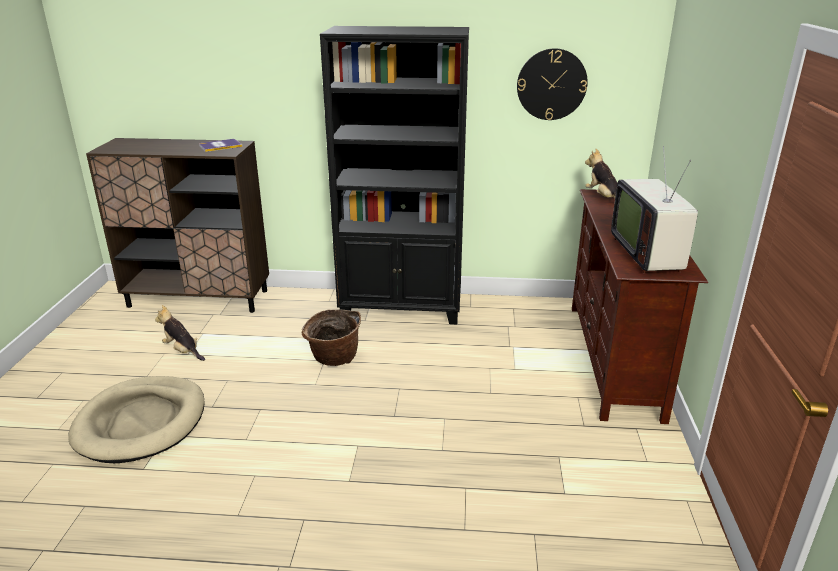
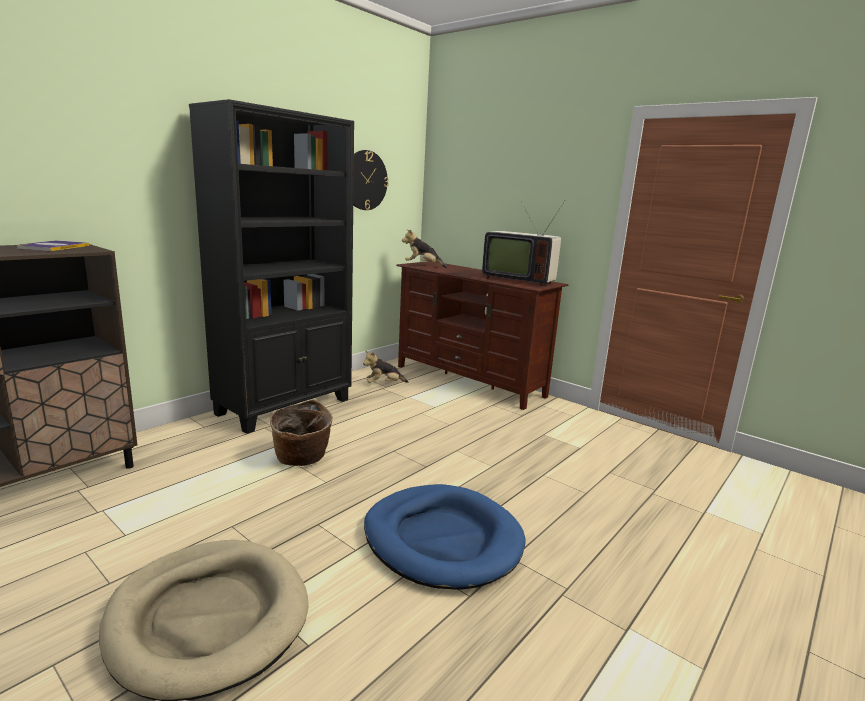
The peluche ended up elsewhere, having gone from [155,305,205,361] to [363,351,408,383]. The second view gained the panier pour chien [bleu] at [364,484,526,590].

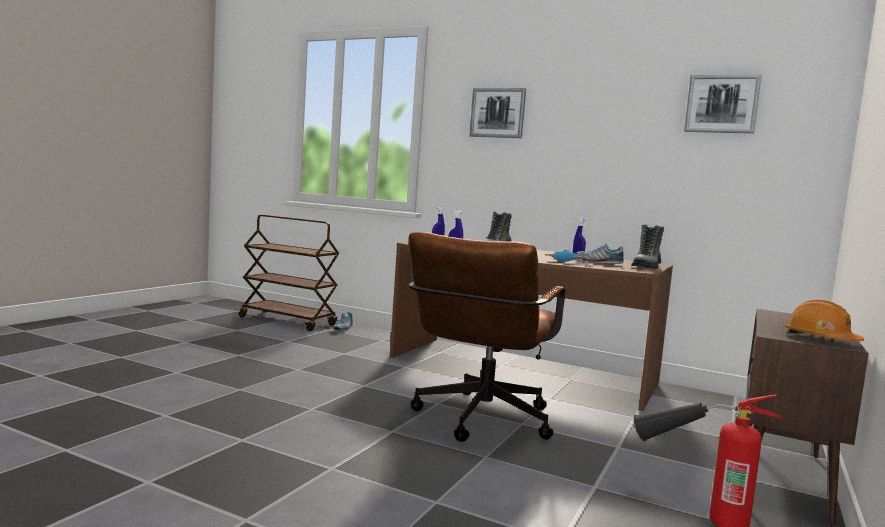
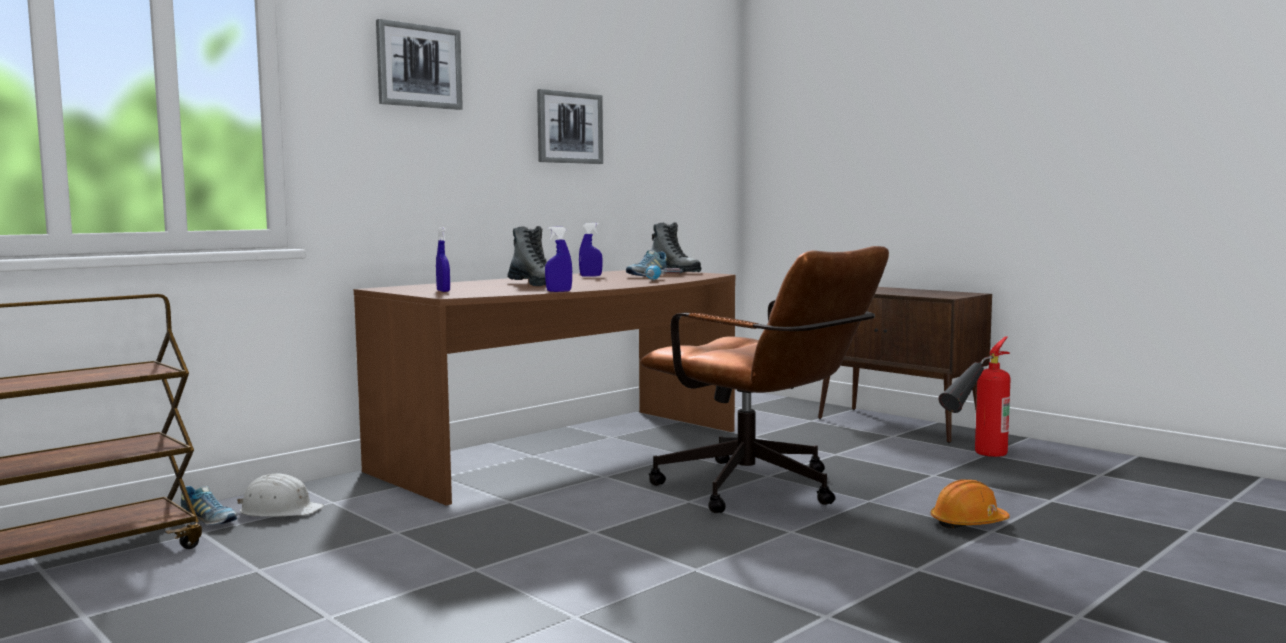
The tableau ended up elsewhere, having gone from [684,74,762,134] to [537,89,603,164]. The casque de chantier [orange] ended up elsewhere, having gone from [784,300,864,341] to [931,479,1010,529]. The second view gained the casque de chantier [blanc] at [237,474,324,517].

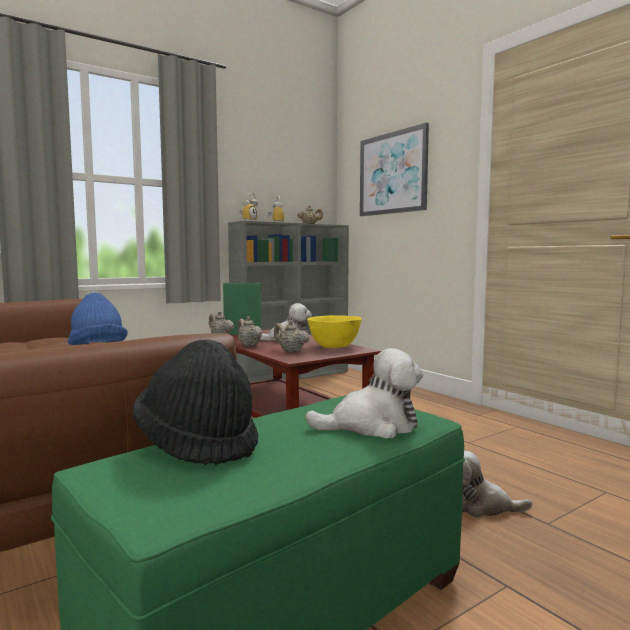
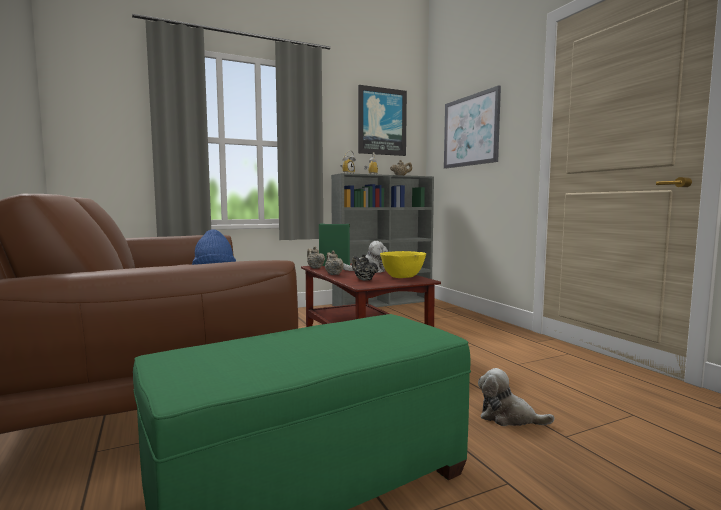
What was the théière [beige] at [274,320,309,353] turned into the théière [noir] at [352,254,378,281]. The second view lost the chapeau [noir] at [133,339,258,465]. The second view lost the peluche at [305,348,423,439]. The second view gained the tableau at [358,85,407,156].

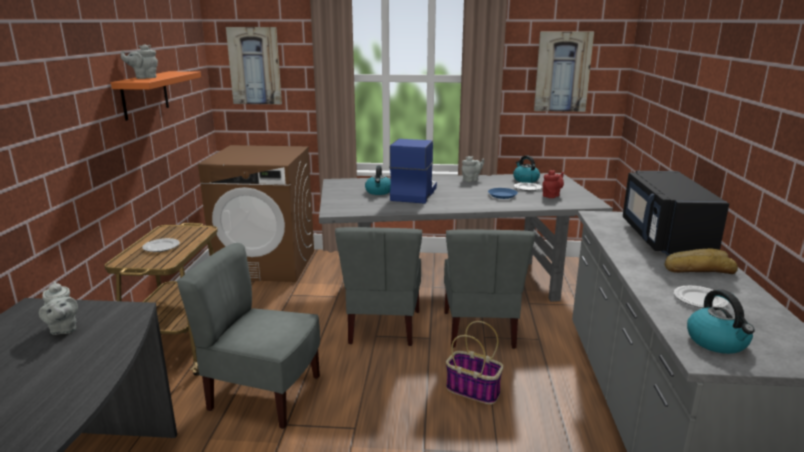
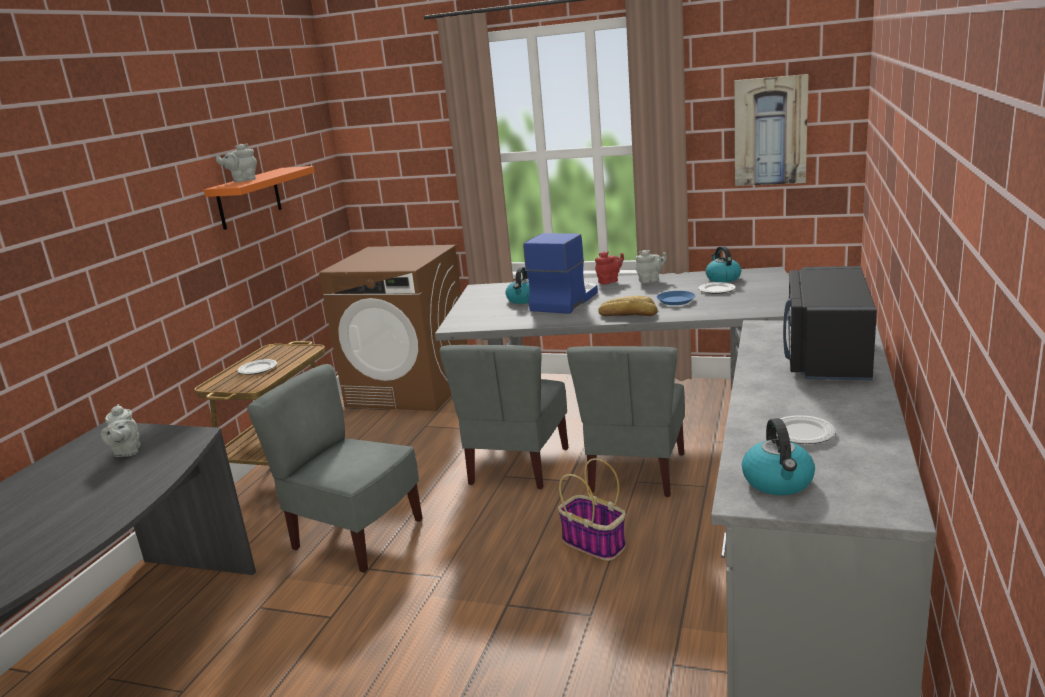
The second view lost the tableau at [226,27,282,104]. The théière [rouge] ended up elsewhere, having gone from [542,170,564,198] to [595,252,624,285]. The pain ended up elsewhere, having gone from [664,248,738,274] to [598,296,658,316].

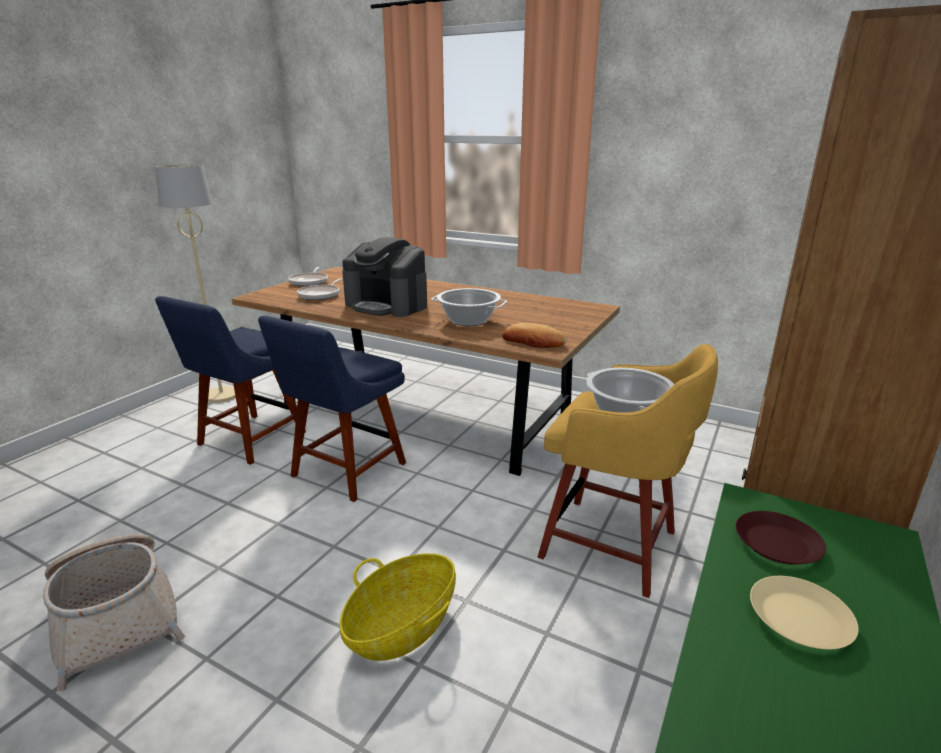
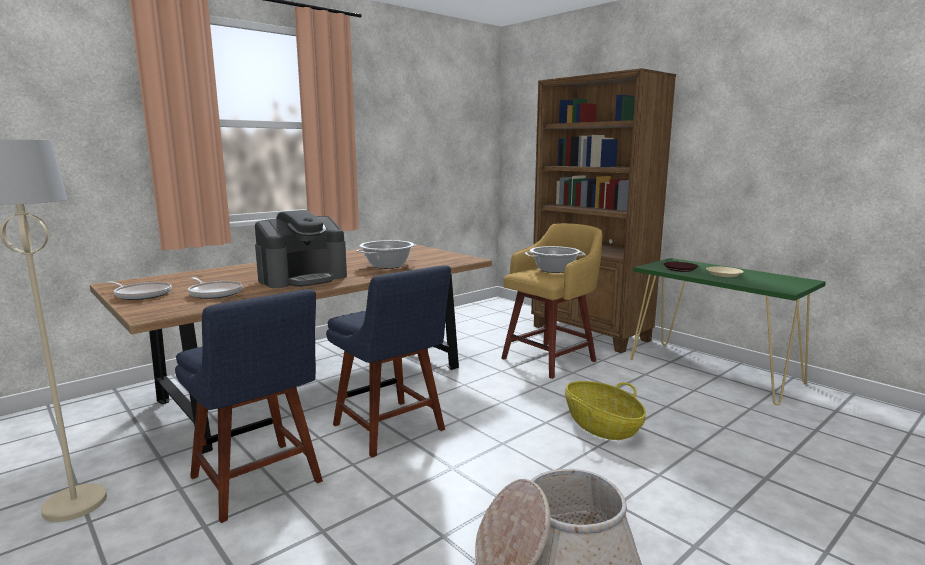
The second view lost the pain at [502,323,567,348].

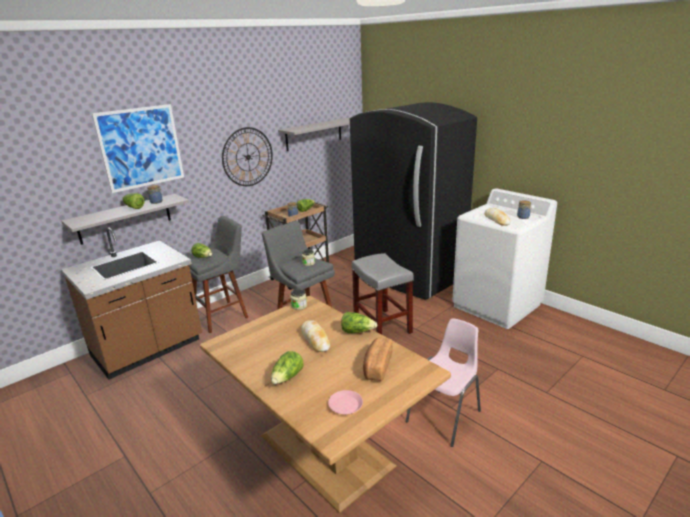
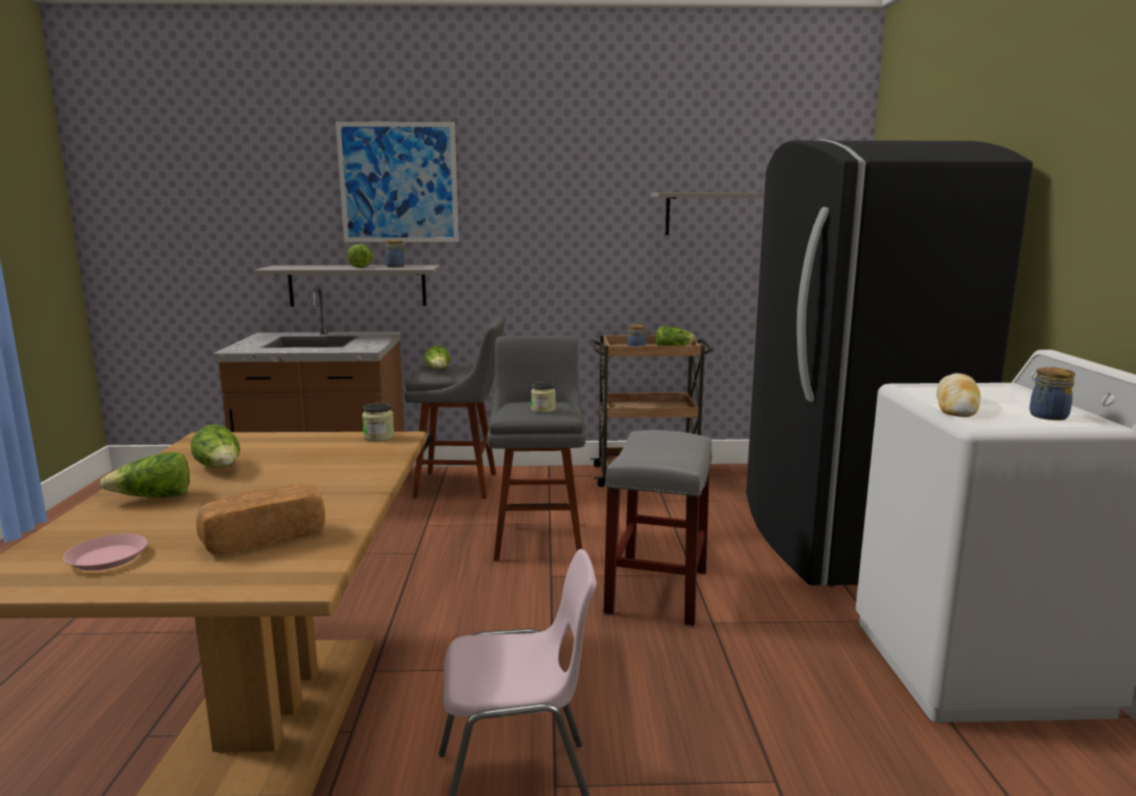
The second view lost the horloge murale at [222,127,273,186]. The laitue ended up elsewhere, having gone from [341,312,377,333] to [191,424,240,468]. The second view lost the pain at [301,320,330,352].

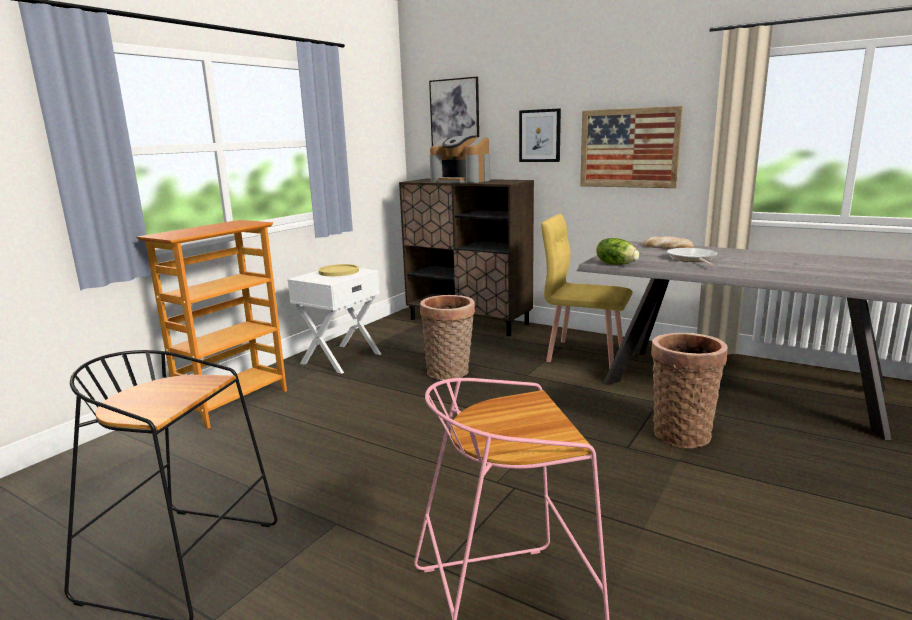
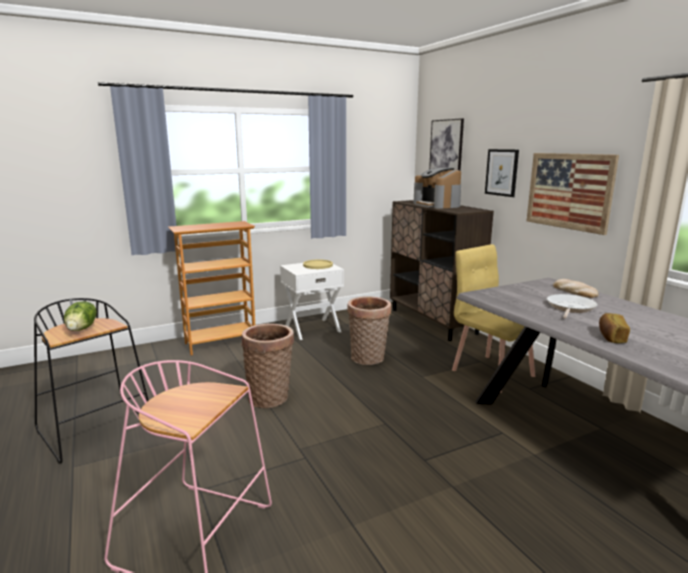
The laitue ended up elsewhere, having gone from [596,238,639,265] to [64,301,97,331]. The panier ended up elsewhere, having gone from [651,333,728,448] to [241,324,294,408]. The second view gained the pain at [599,313,630,343].

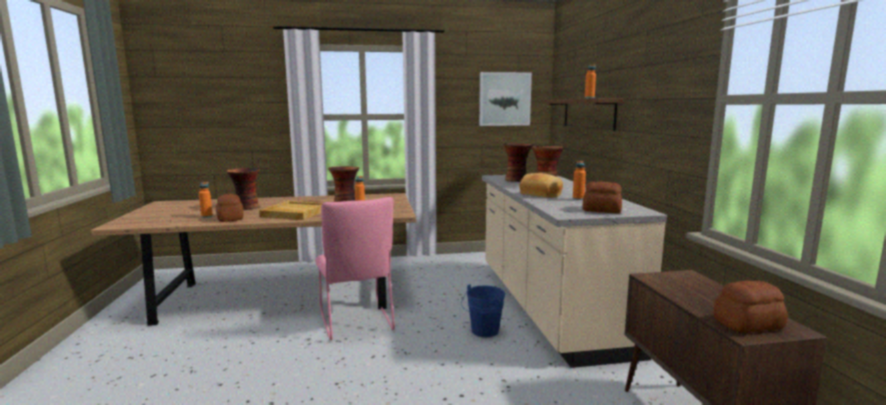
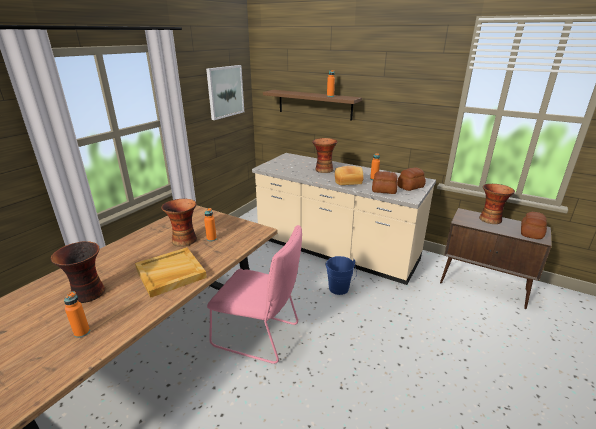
The vase ended up elsewhere, having gone from [503,143,533,182] to [479,184,515,224]. The pain ended up elsewhere, having gone from [216,194,244,222] to [372,171,398,194].

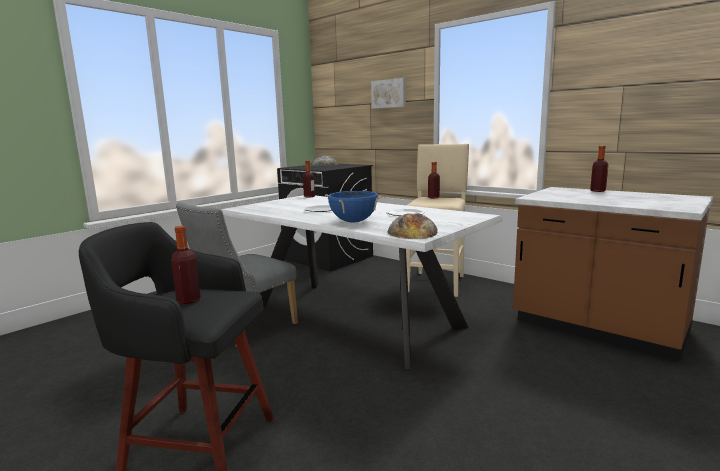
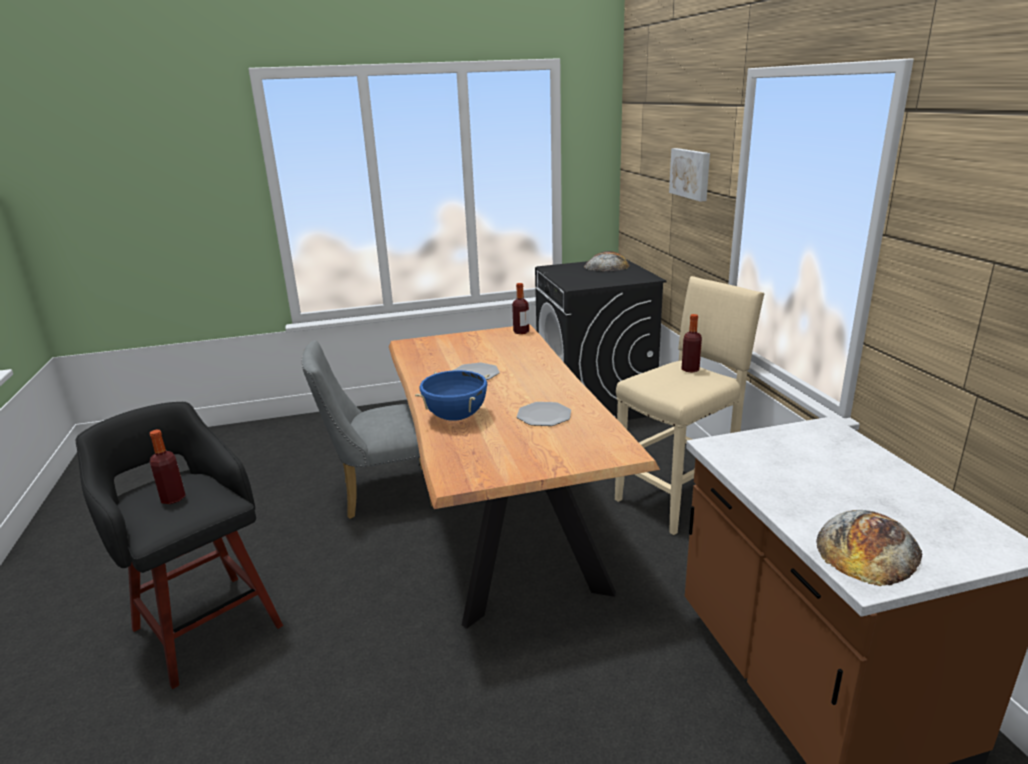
The second view lost the bouteille at [590,146,608,192]. What was the table à manger [blanc] at [221,195,503,369] turned into the table à manger [marron] at [389,324,660,629]. The pain ended up elsewhere, having gone from [388,213,438,239] to [816,510,922,586].

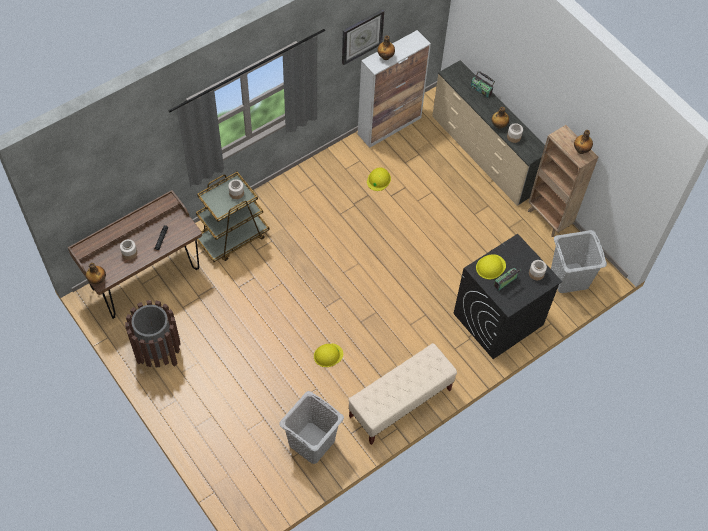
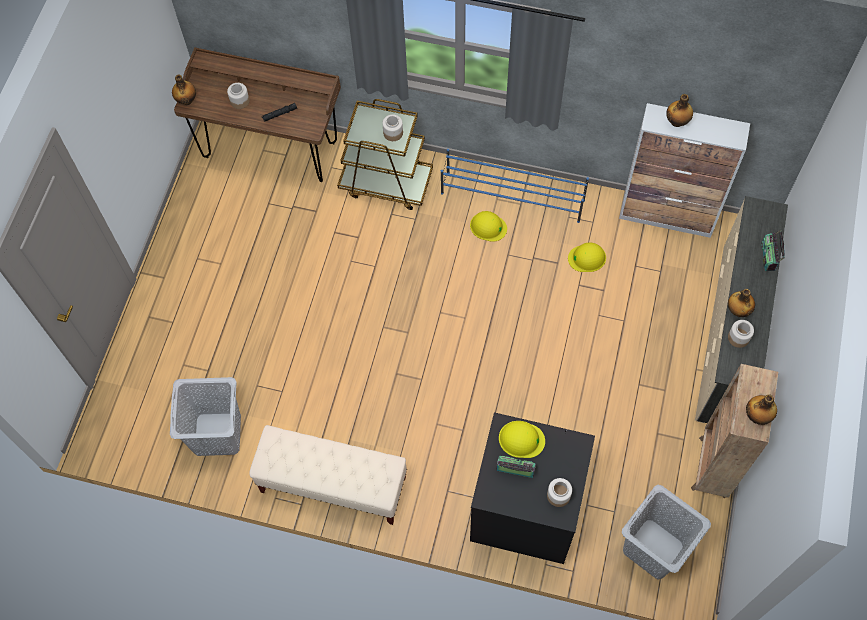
The second view lost the horloge murale at [342,9,384,65]. The second view lost the poubelle [marron] at [125,300,181,367]. The casque de chantier [jaune] ended up elsewhere, having gone from [314,344,343,367] to [470,211,507,242]. The second view gained the étagère à chaussures [bleu] at [441,149,589,223].

